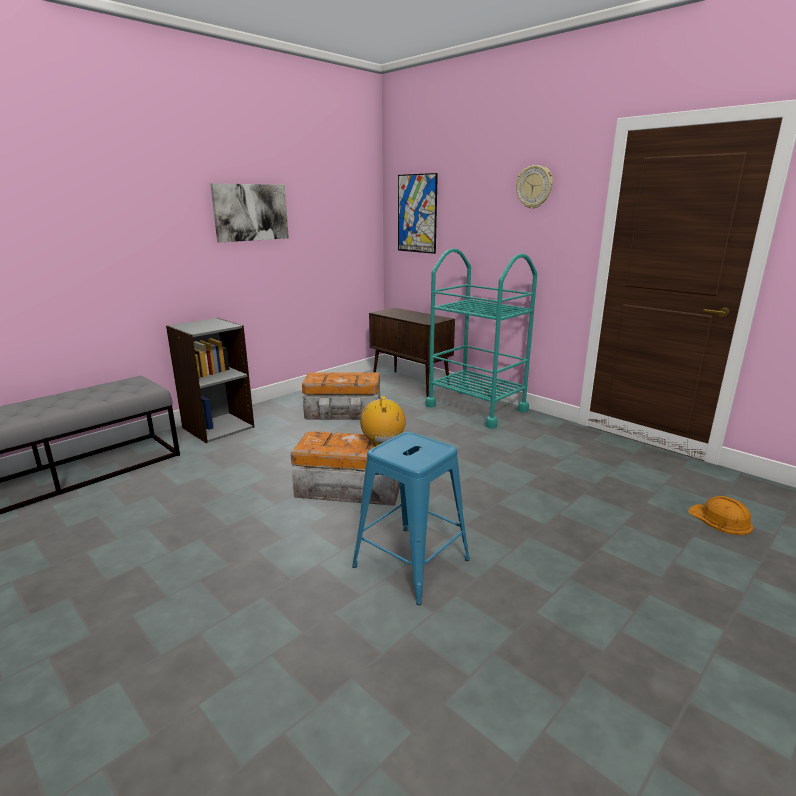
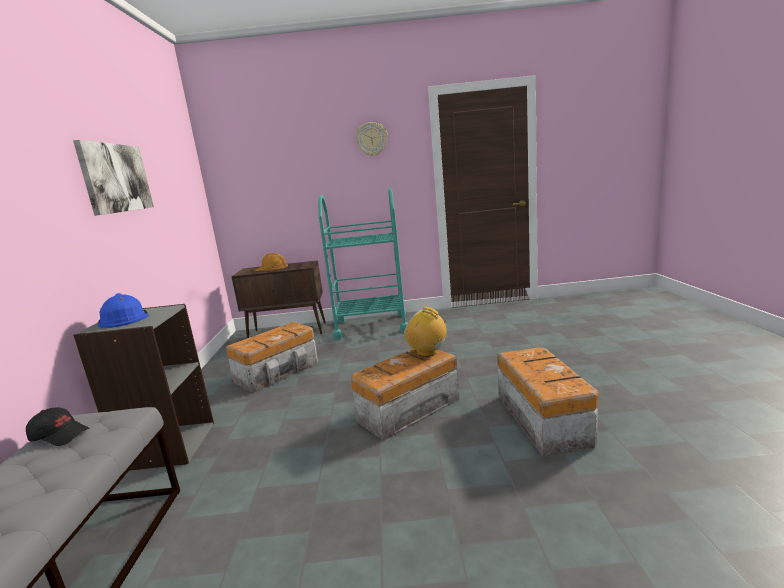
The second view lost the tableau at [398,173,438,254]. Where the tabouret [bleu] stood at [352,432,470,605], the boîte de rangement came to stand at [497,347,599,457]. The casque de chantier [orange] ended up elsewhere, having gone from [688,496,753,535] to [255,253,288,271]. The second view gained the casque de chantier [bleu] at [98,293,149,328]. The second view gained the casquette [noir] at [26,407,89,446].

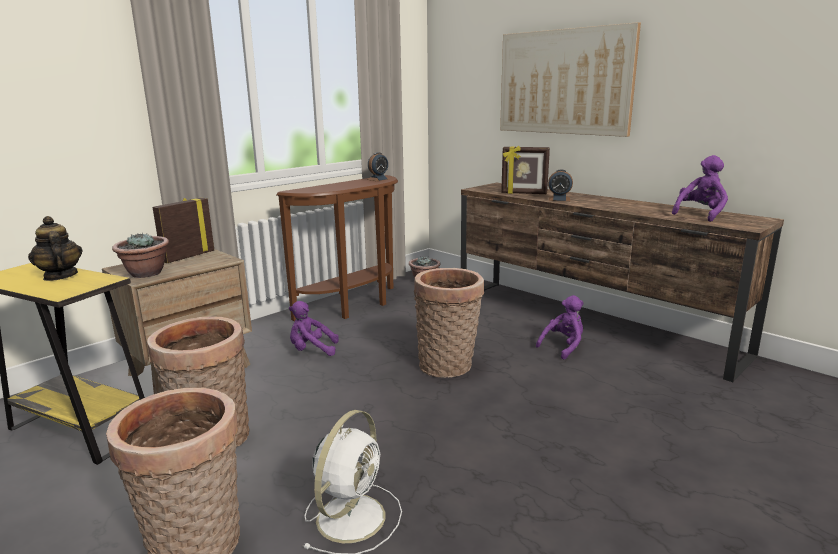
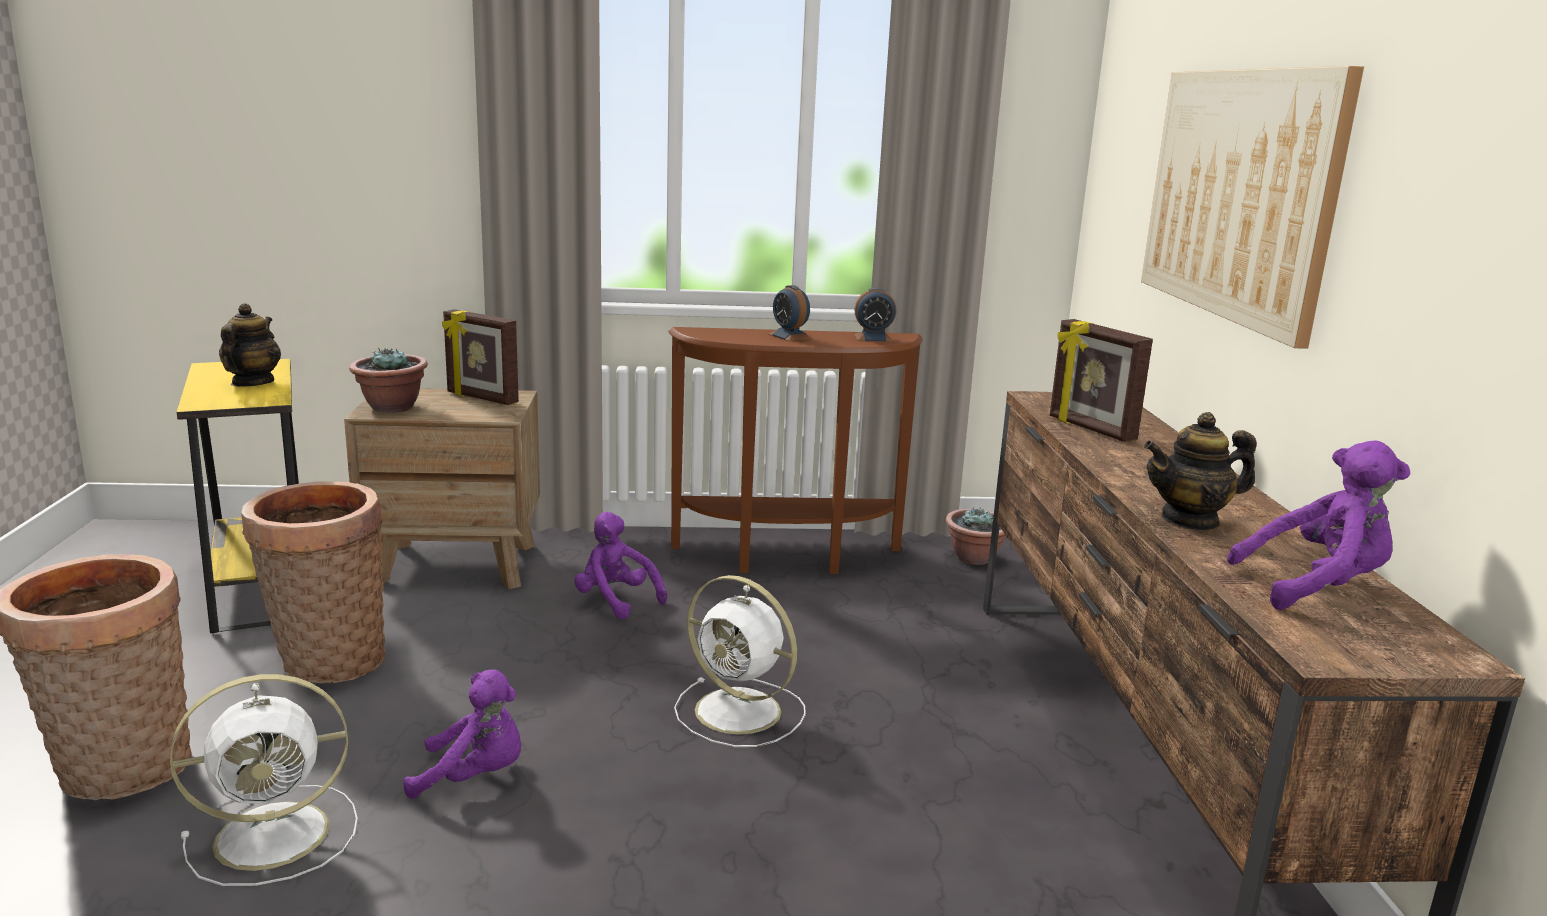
The réveil ended up elsewhere, having gone from [548,169,573,201] to [768,285,812,341]. The cadre photo at [153,198,214,263] ended up facing another way, 135 degrees counterclockwise from before. Where the panier stood at [414,268,484,378], the ventilateur [blanc] came to stand at [674,575,806,747]. The peluche [violet] ended up elsewhere, having gone from [536,295,583,360] to [403,670,522,799]. The second view gained the théière at [1144,412,1257,531].

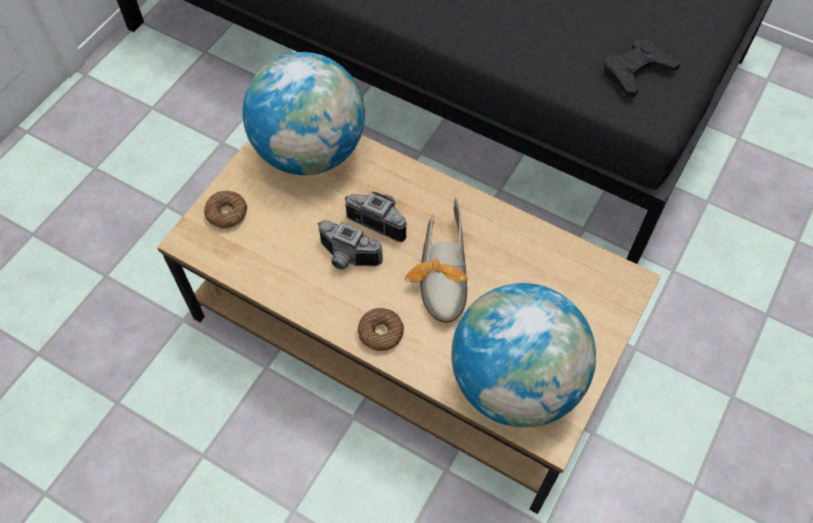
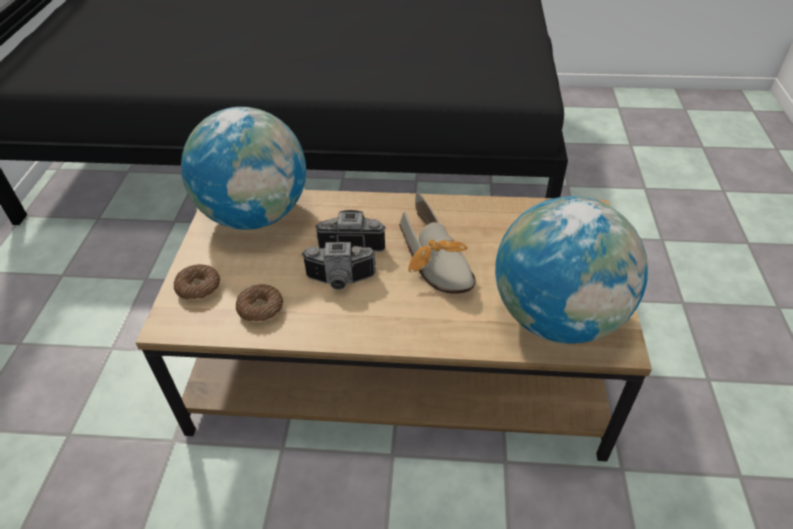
The second view lost the manette [noir] at [604,38,681,98]. The beignet ended up elsewhere, having gone from [358,308,404,351] to [236,284,283,323].

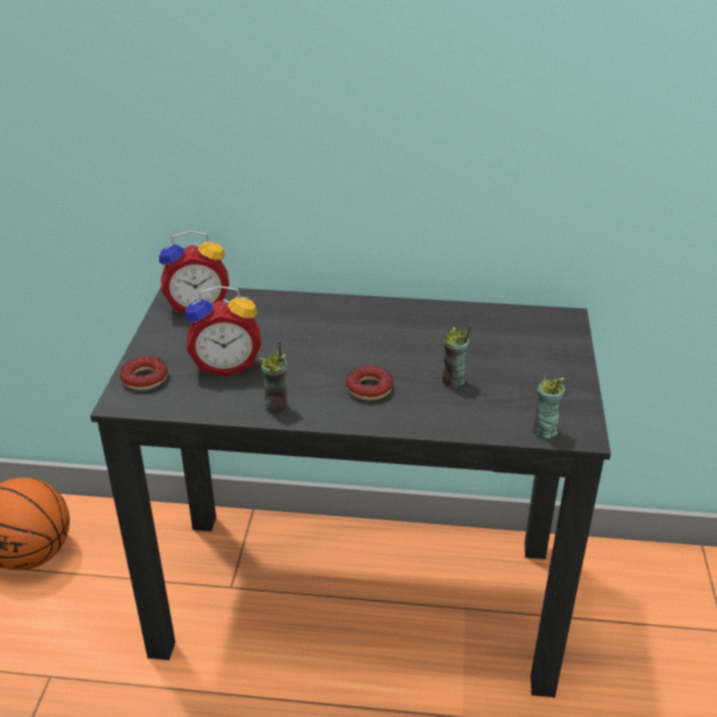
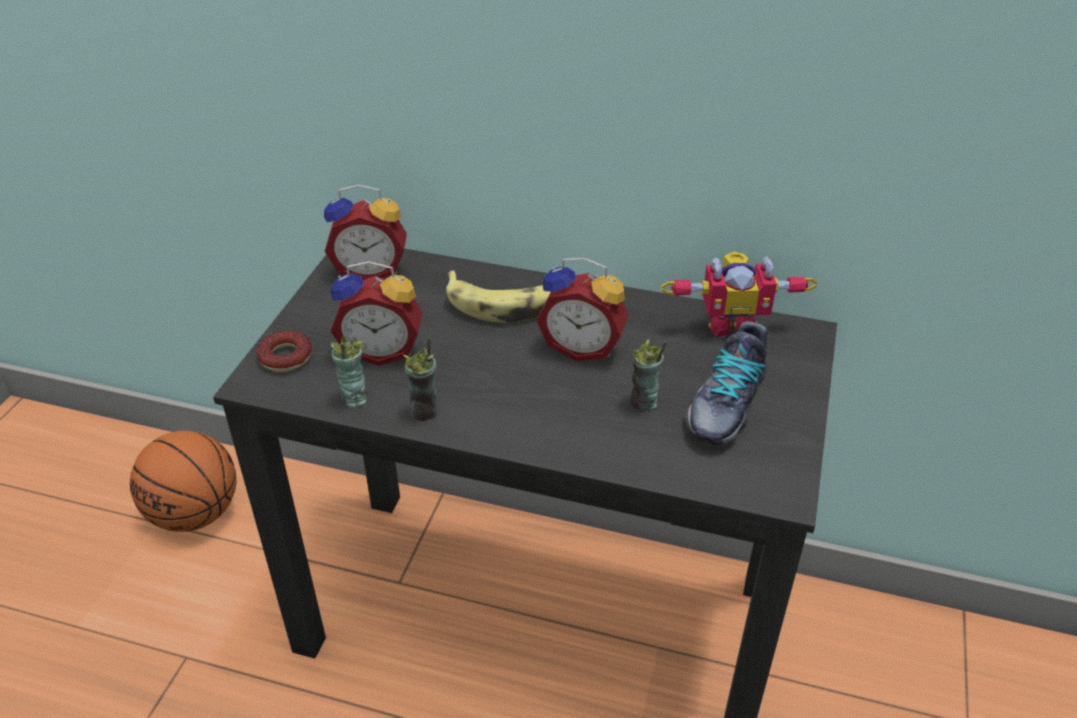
The second view lost the beignet at [346,365,393,400]. The tasse ended up elsewhere, having gone from [533,375,565,439] to [331,335,368,408]. The second view gained the robot jouet at [661,252,818,337]. The second view gained the réveil at [536,257,629,361]. The second view gained the banane at [446,270,551,323]. The second view gained the chaussure at [685,321,767,446].

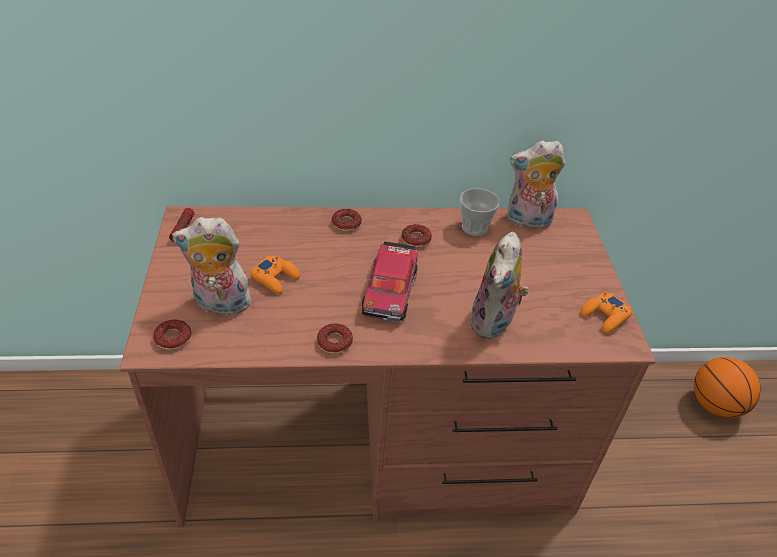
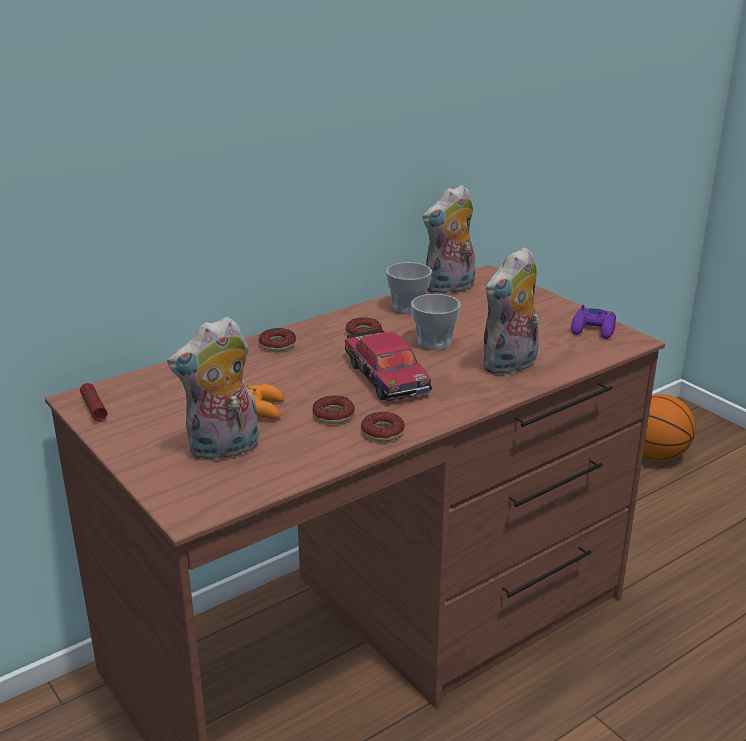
The peluche at [469,232,529,340] ended up facing another way, 60 degrees clockwise from before. What was the manette [orange] at [581,291,632,333] turned into the manette [violet] at [571,305,616,339]. The beignet ended up elsewhere, having gone from [153,319,191,350] to [313,395,355,424]. The second view gained the tasse at [411,294,461,350].

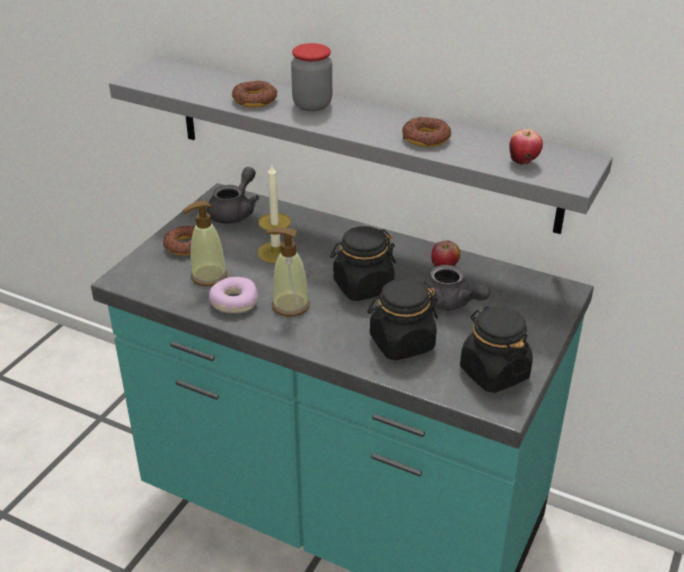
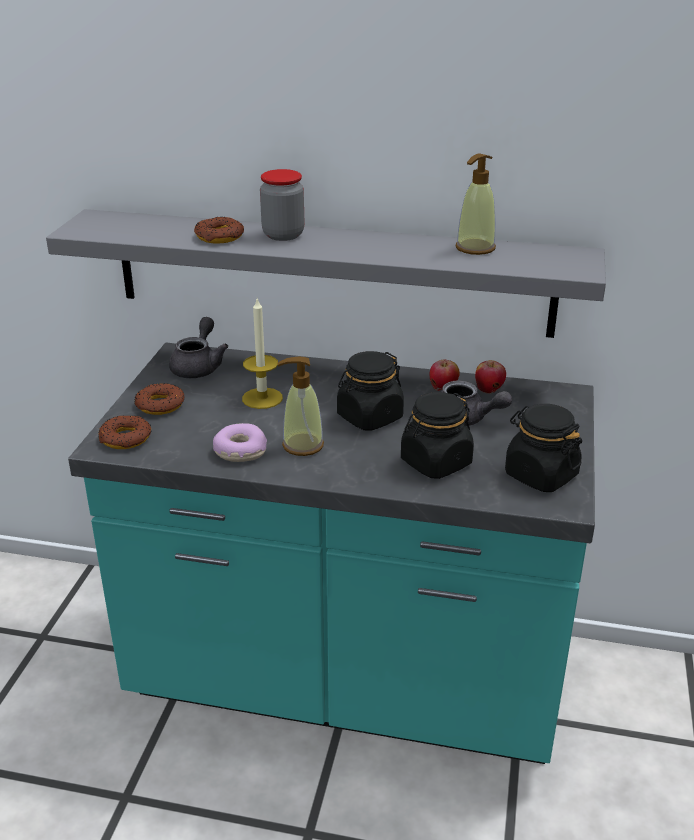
The beignet ended up elsewhere, having gone from [402,117,451,147] to [98,415,151,449]. The pomme ended up elsewhere, having gone from [509,129,543,165] to [475,360,506,394]. The distributeur de savon ended up elsewhere, having gone from [183,200,228,286] to [456,153,496,255].

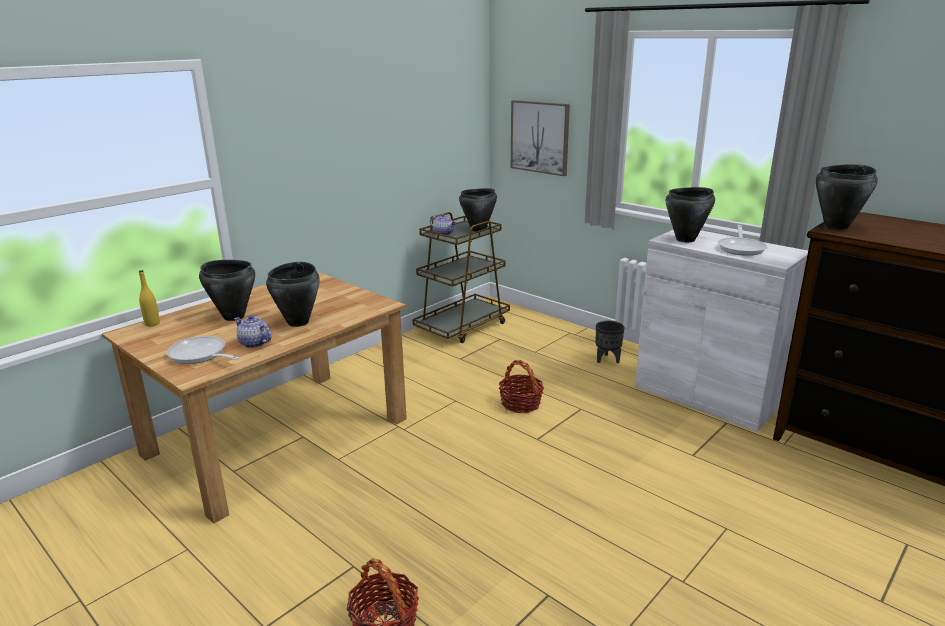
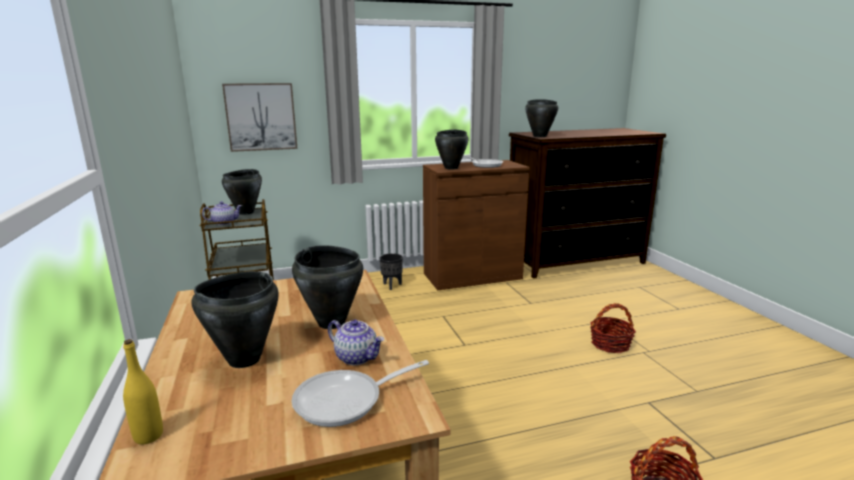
What was the meuble de rangement [blanc] at [635,230,808,432] turned into the meuble de rangement [marron] at [423,160,529,290]. The théière at [234,315,272,348] ended up facing another way, 120 degrees counterclockwise from before. The panier ended up elsewhere, having gone from [499,360,544,413] to [590,303,636,353].

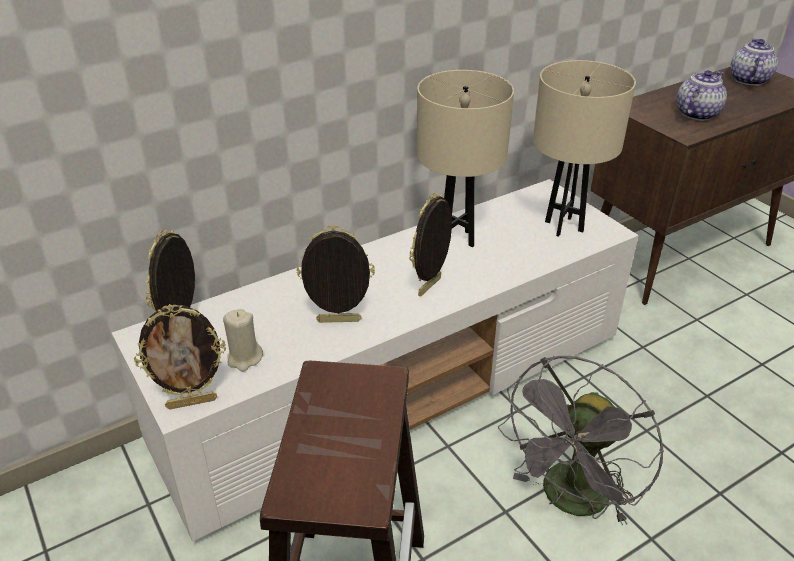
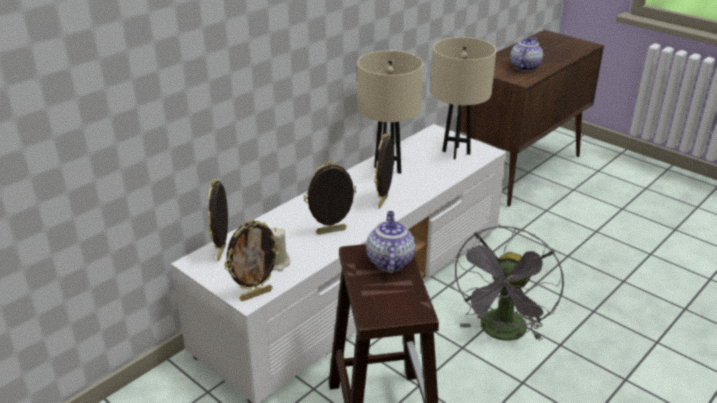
The théière ended up elsewhere, having gone from [730,39,778,86] to [366,211,416,273].

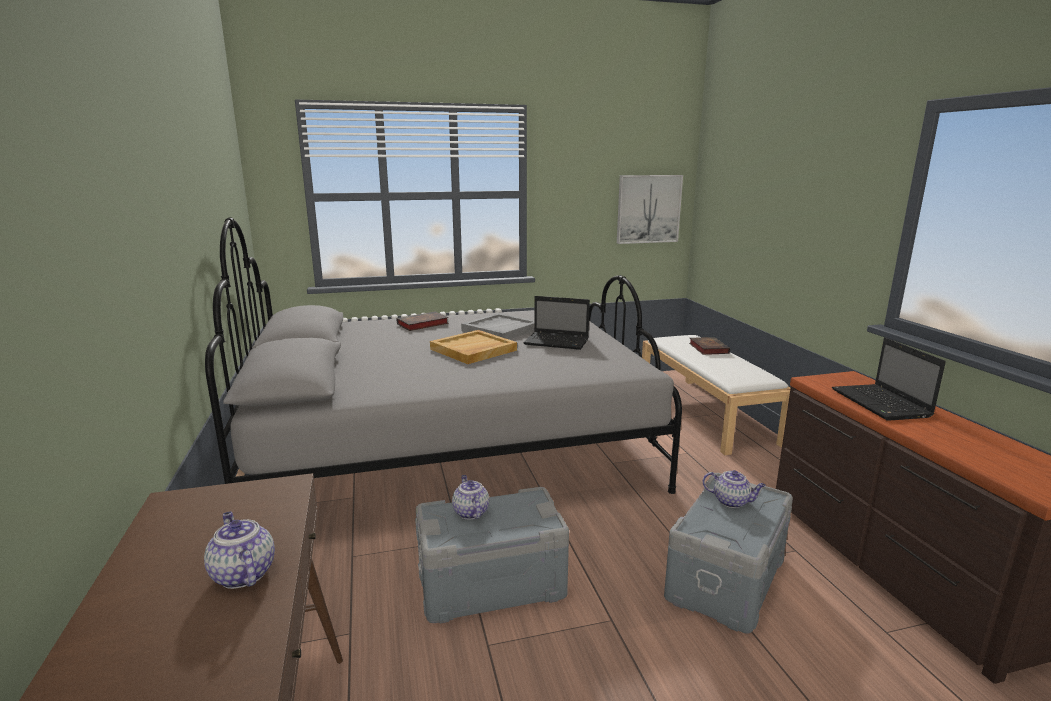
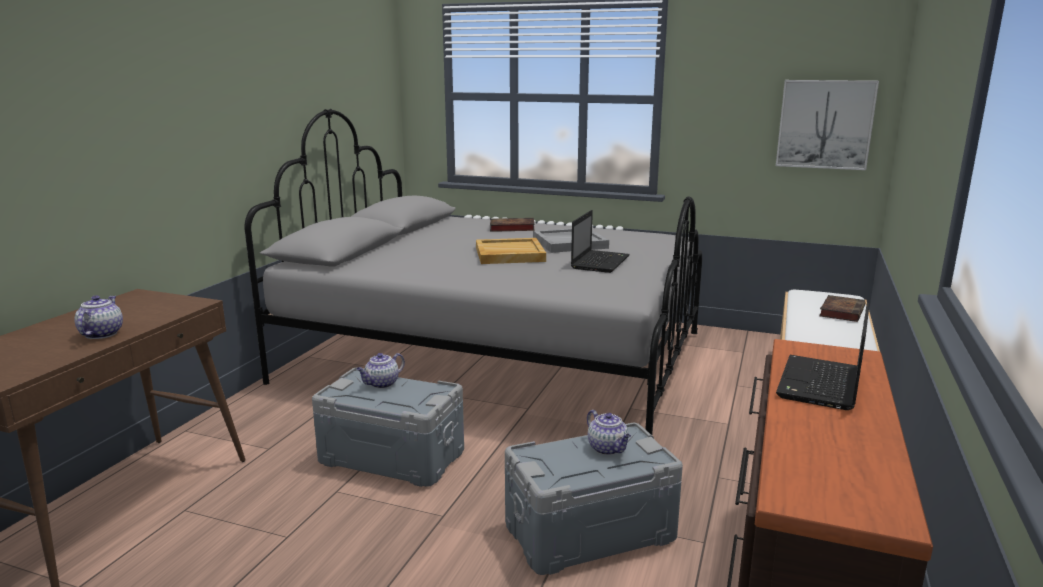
The ordinateur portable at [524,296,590,350] ended up facing another way, 120 degrees counterclockwise from before. The théière at [452,475,489,519] ended up facing another way, 150 degrees counterclockwise from before.

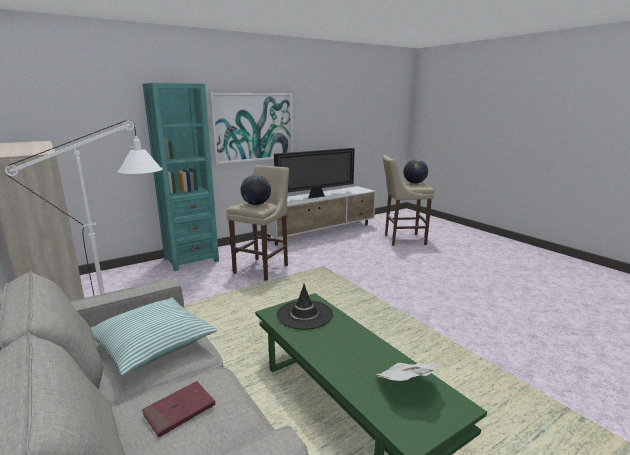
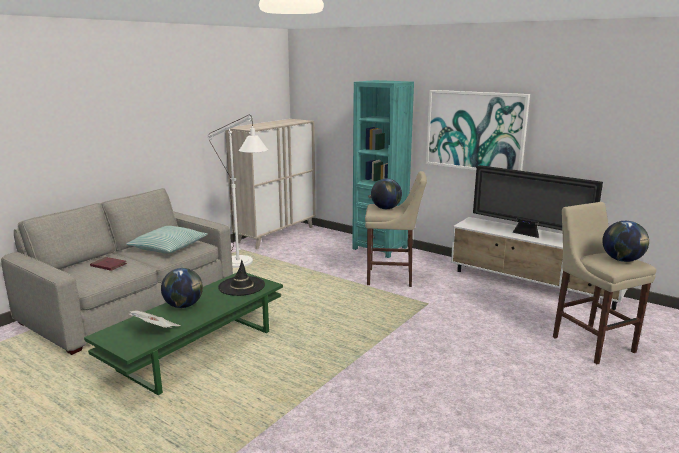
The second view gained the globe at [161,268,203,308].

